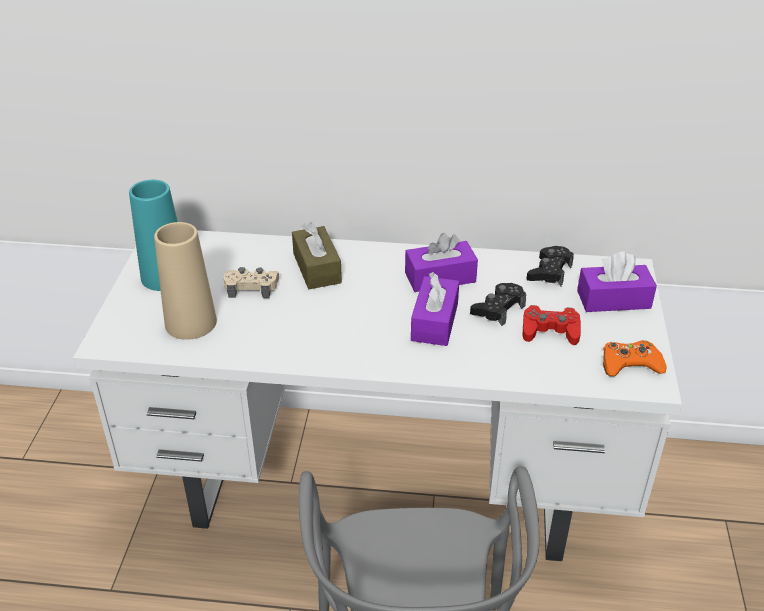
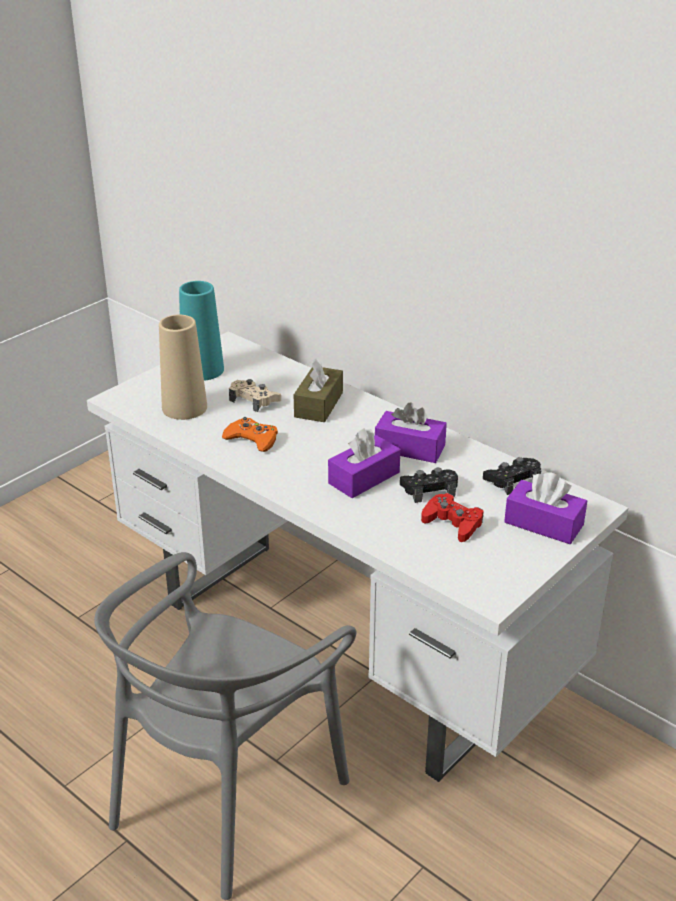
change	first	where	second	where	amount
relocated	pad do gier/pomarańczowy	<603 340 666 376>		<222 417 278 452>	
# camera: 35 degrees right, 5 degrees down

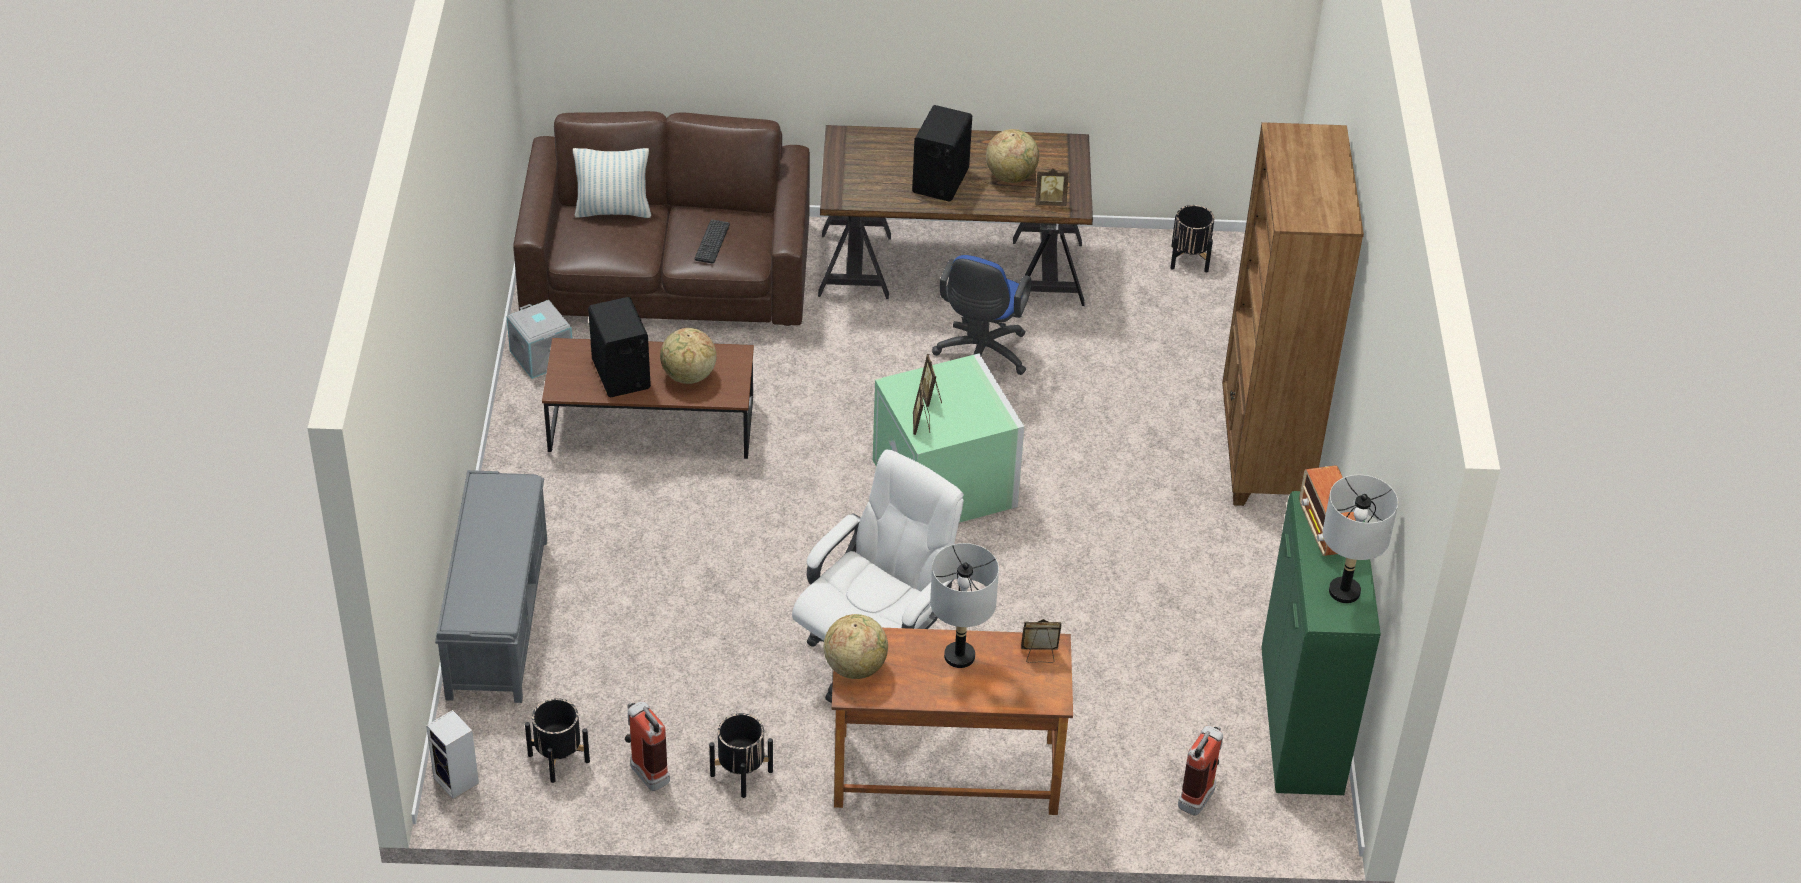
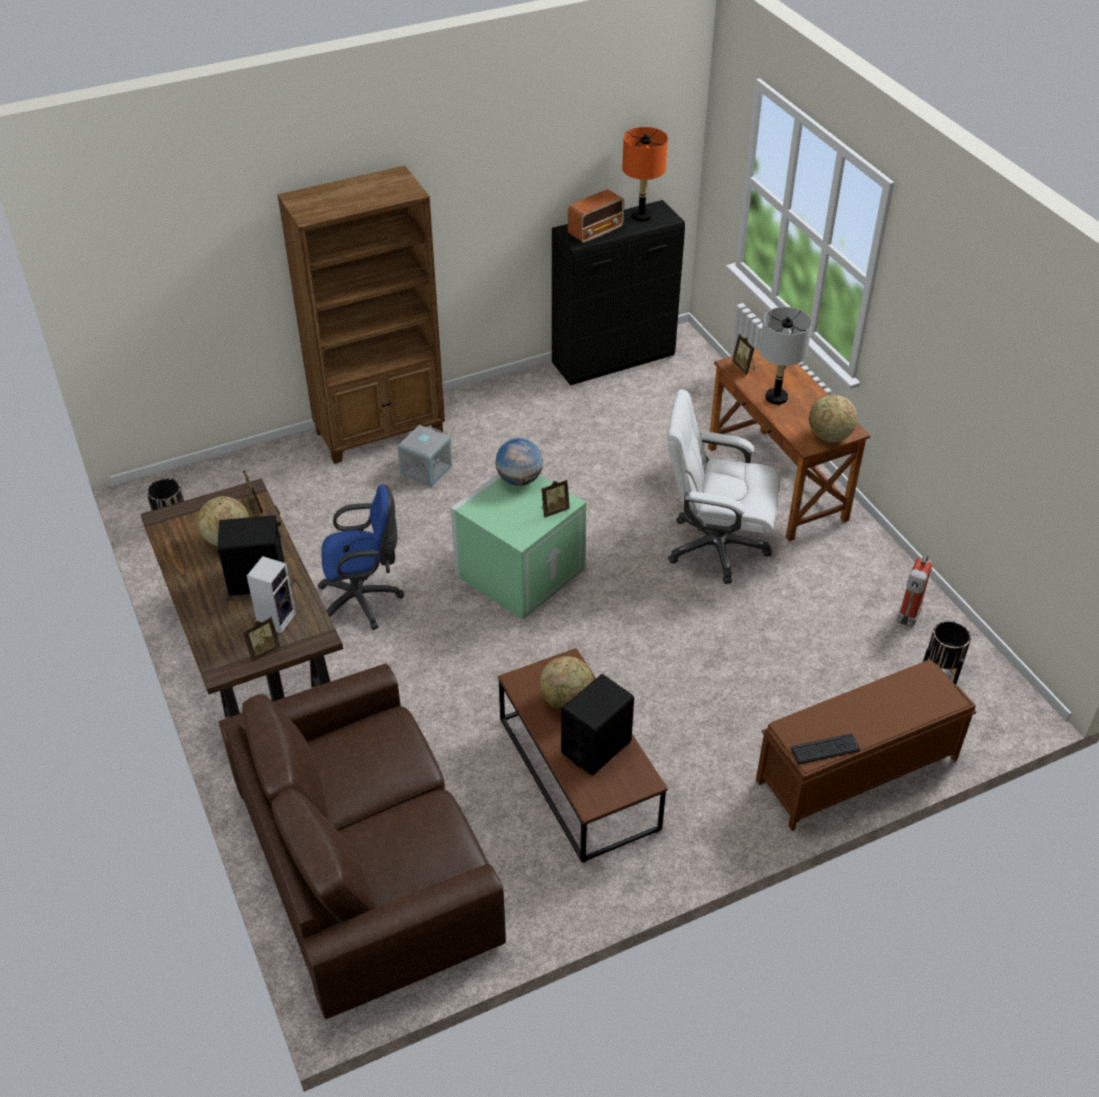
change	first	where	second	where	amount
missing	poduszka	<573 148 651 218>			
relocated	klawiatura	<695 220 730 264>		<791 734 860 764>	
relocated	pojemnik do przechowywania/szary	<506 300 572 379>		<397 425 453 487>	
relocated	ramka na zdjęcie	<920 354 942 407>		<243 617 280 662>	
colour	ławka/szary	<435 470 547 703>	ławka/brązowy	<756 660 977 831>	
colour	lampa stołowa/szary	<1323 475 1398 603>	lampa stołowa/pomarańczowy	<622 127 668 222>	
colour	szafka/zielony	<1261 491 1381 795>	szafka/czarny	<552 200 685 385>	
relocated	głośnik	<426 710 479 799>		<247 556 296 633>	
missing	donica/czarny	<709 713 773 798>			
missing	gaśnica	<1178 726 1223 816>			
appeared			globus	<496 438 543 486>	
# camera: 115 degrees left, 0 degrees up

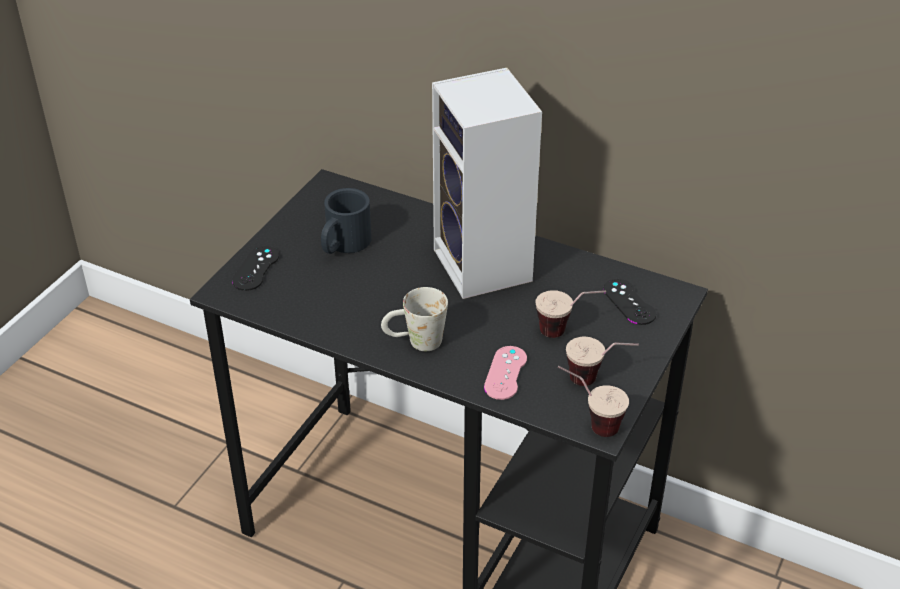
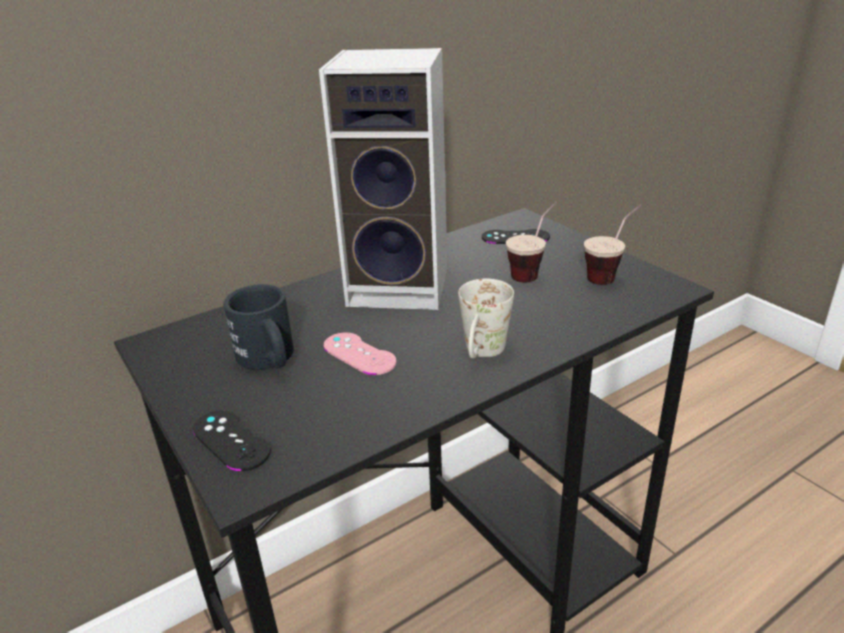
change	first	where	second	where	amount
relocated	pad do gier/różowy	<484 346 527 400>		<324 333 397 375>	
missing	filiżanka	<558 366 629 437>			
# camera: 60 degrees left, 10 degrees down

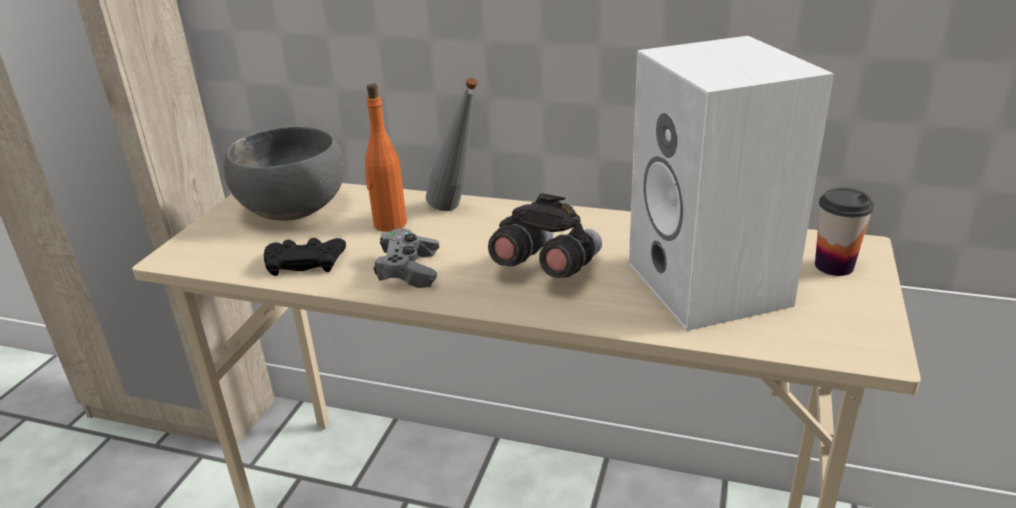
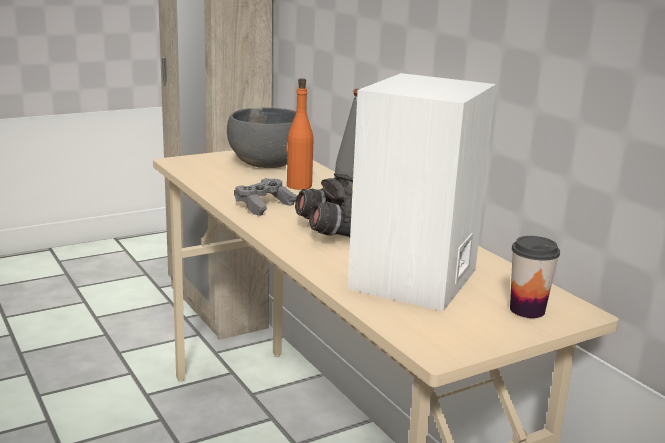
change	first	where	second	where	amount
missing	pad do gier/czarny	<264 238 346 276>			
# camera: 40 degrees right, 10 degrees down

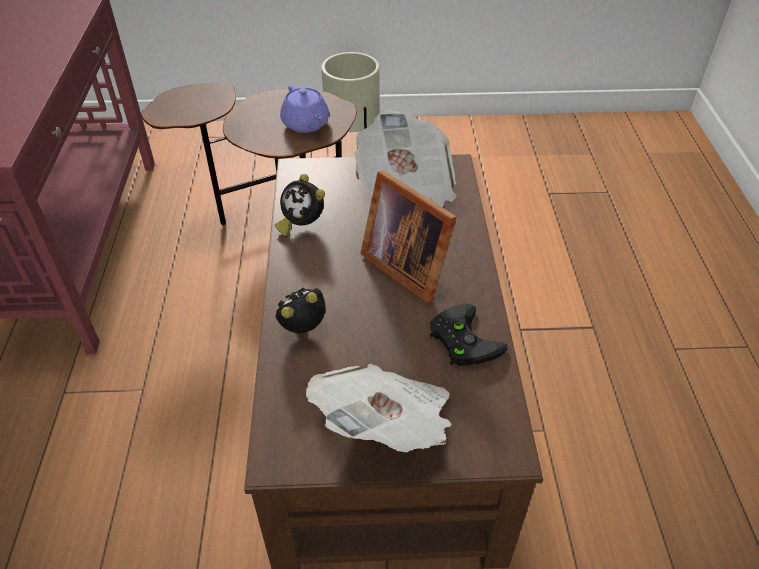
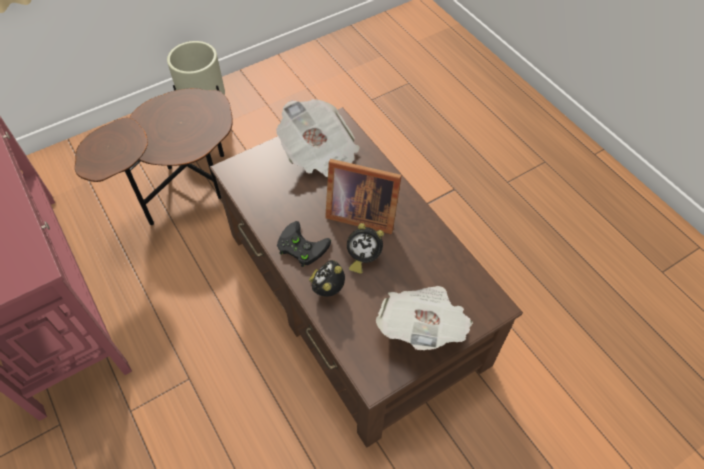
change	first	where	second	where	amount
missing	imbryk/fioletowy	<280 85 329 133>			
relocated	budzik	<274 174 325 236>		<347 223 384 274>	
relocated	pad do gier/czarny	<429 304 508 366>		<277 221 331 267>	
# camera: 30 degrees left, 10 degrees up

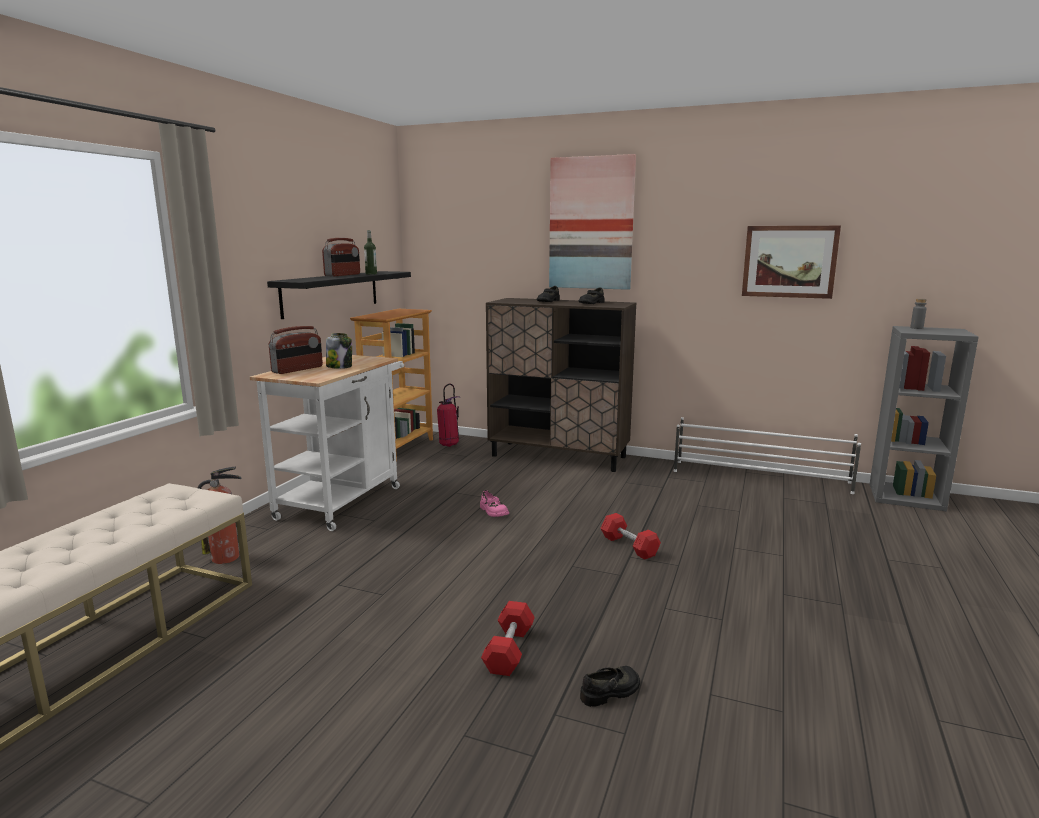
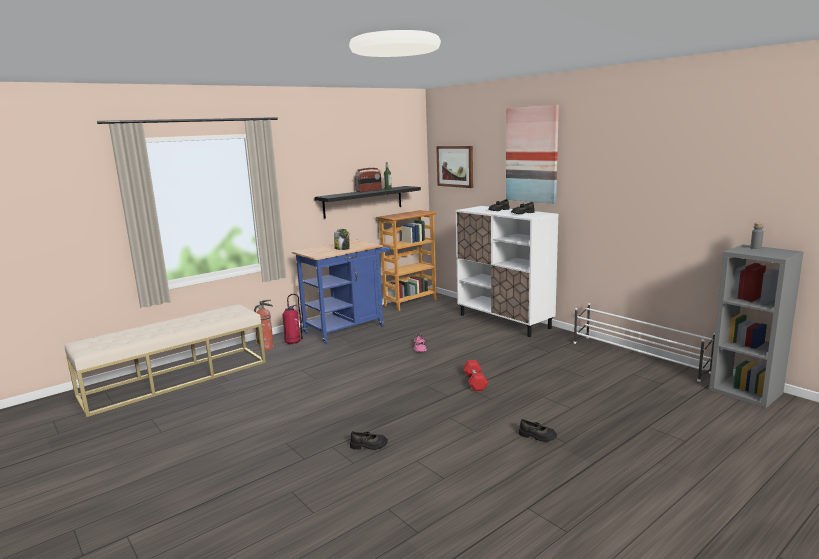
change	first	where	second	where	amount
relocated	obraz	<742 226 841 299>		<436 146 473 188>	
colour	szafka/brązowy	<486 298 636 472>	szafka/biały	<456 206 558 337>	
missing	radio	<269 326 323 374>			
colour	wózek/biały	<250 355 404 531>	wózek/niebieski	<292 240 390 344>	
relocated	gaśnica	<437 383 460 447>		<283 294 303 344>	
missing	hantel/czerwony	<481 601 535 676>			
appeared			but/czarny	<519 419 557 442>	
# camera: 30 degrees right, 0 degrees up

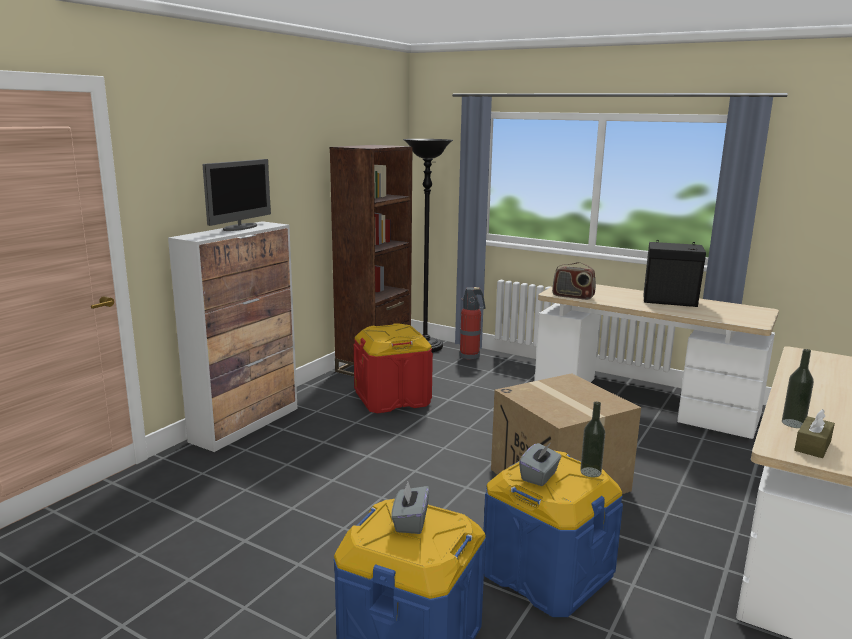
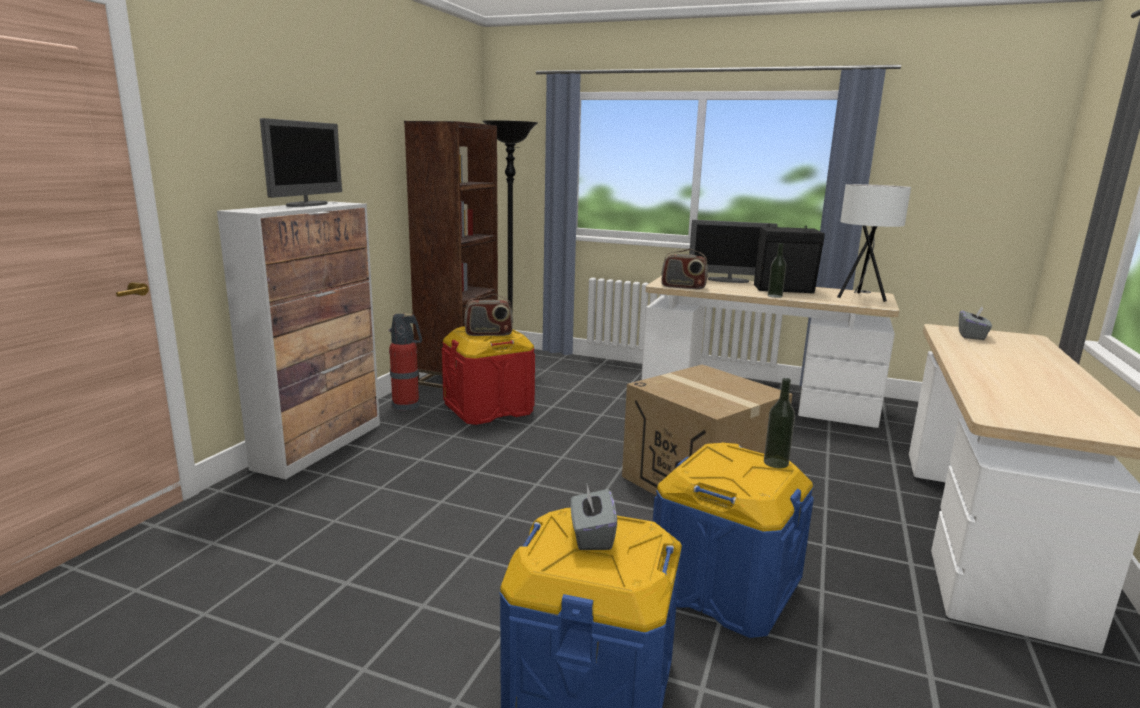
change	first	where	second	where	amount
relocated	gaśnica	<459 287 485 360>		<388 313 422 411>	
relocated	butelka	<782 349 814 428>		<768 243 786 298>	
missing	pudełko chusteczek/brązowy	<794 409 835 458>			
relocated	pudełko chusteczek/szary	<519 443 562 486>		<959 306 992 340>	
appeared			lampa stołowa/biały	<837 184 911 302>	
appeared			monitor	<689 220 778 283>	
appeared			radio	<464 294 513 336>	
# camera: 10 degrees left, 0 degrees up

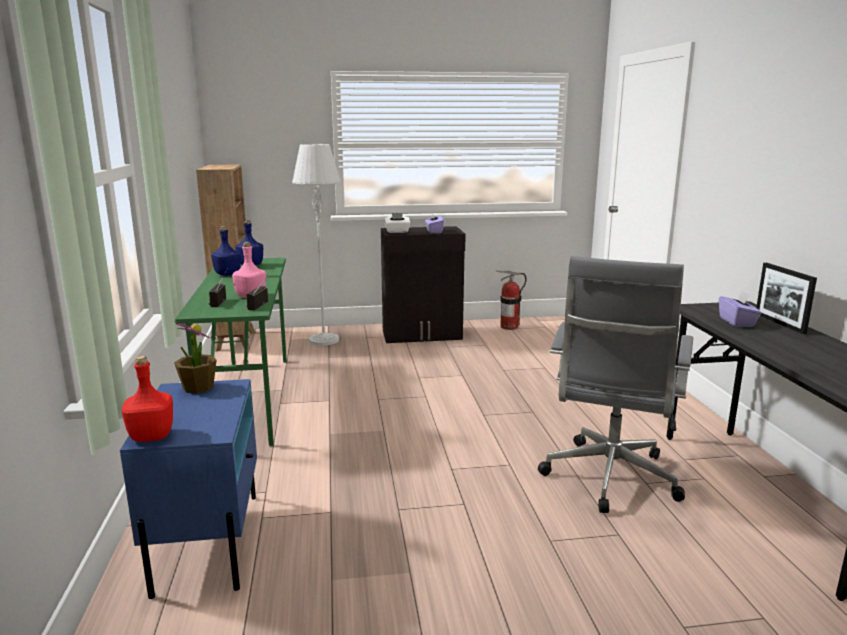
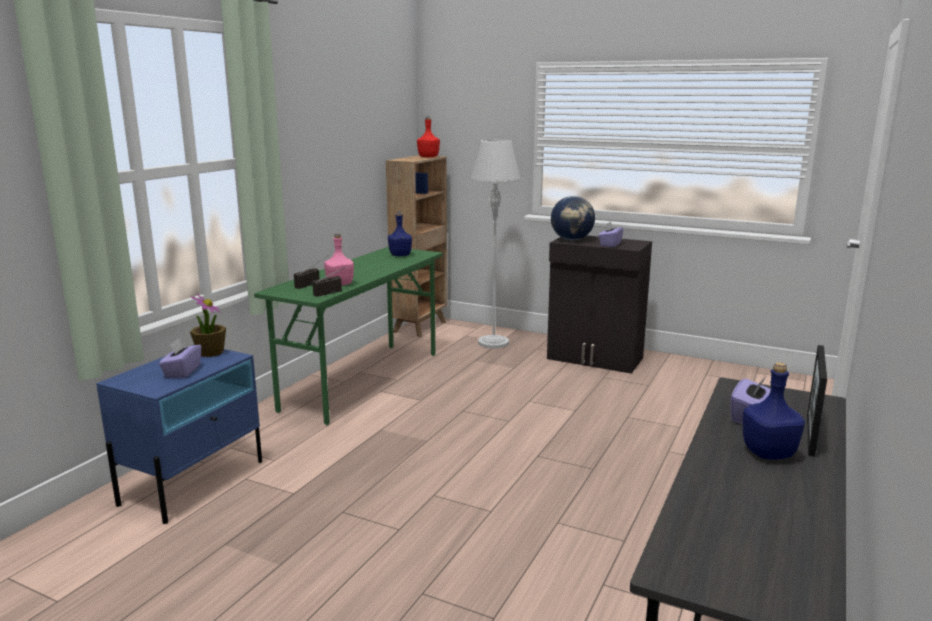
change	first	where	second	where	amount
exchanged	pudełko chusteczek/biały	<384 213 410 233>	globus	<551 196 595 240>	
relocated	butelka/niebieski	<211 226 241 276>		<743 362 805 460>	
missing	krzesło biurowe/szary	<538 256 693 513>			
missing	gaśnica	<496 270 527 330>			
relocated	butelka/czerwony	<122 356 173 442>		<417 117 440 157>	
appeared			pudełko chusteczek/fioletowy	<159 338 201 378>	
# camera: 35 degrees right, 0 degrees up

